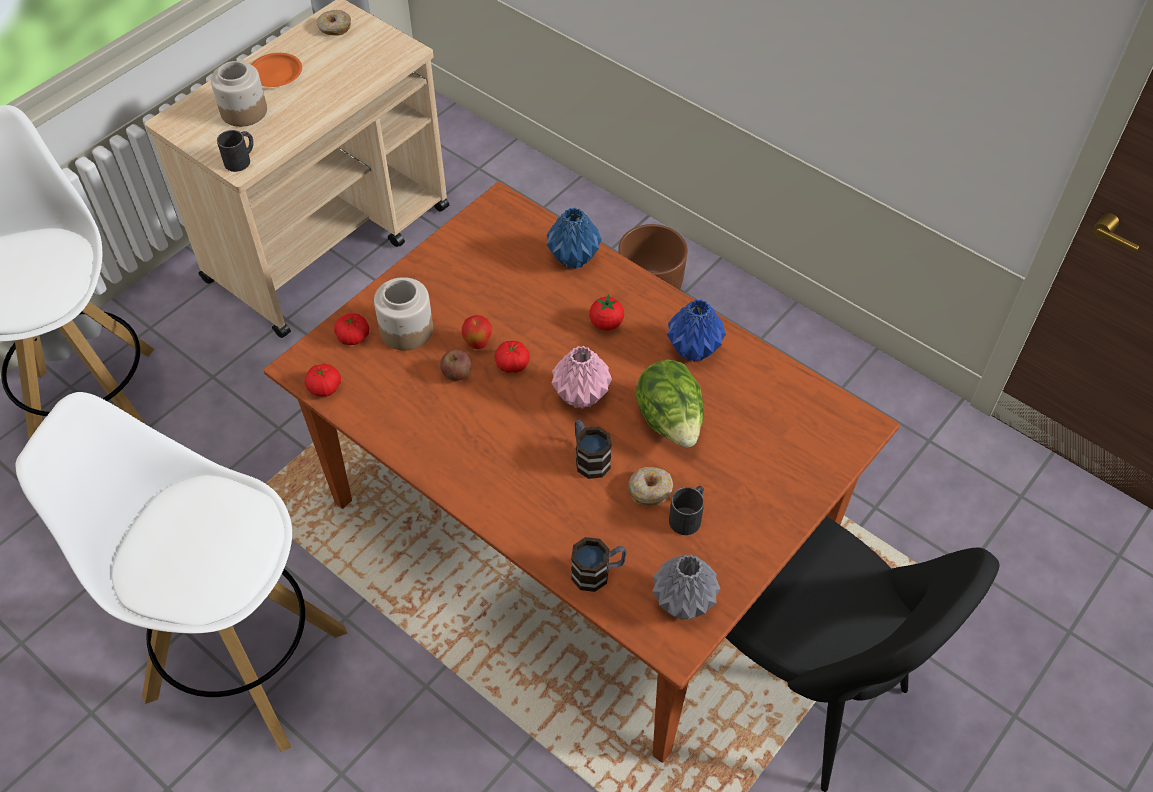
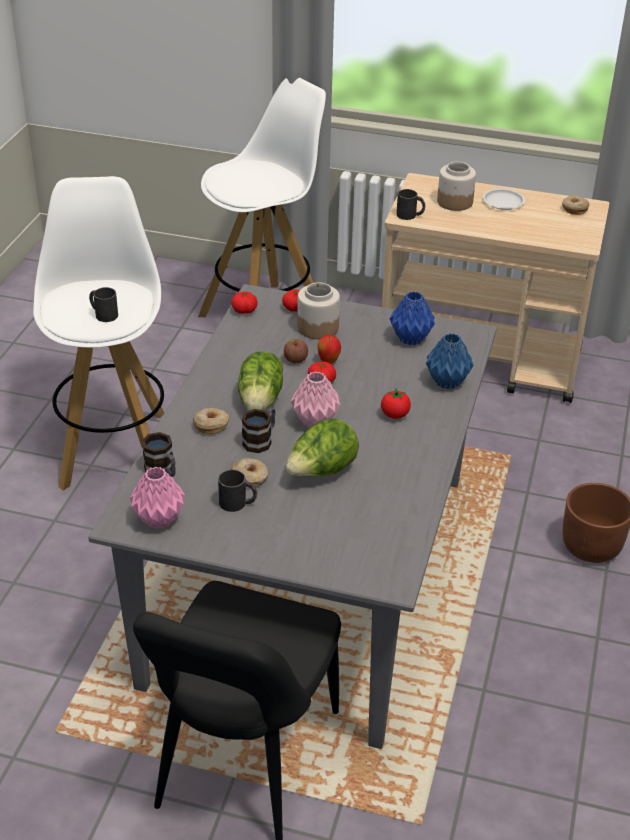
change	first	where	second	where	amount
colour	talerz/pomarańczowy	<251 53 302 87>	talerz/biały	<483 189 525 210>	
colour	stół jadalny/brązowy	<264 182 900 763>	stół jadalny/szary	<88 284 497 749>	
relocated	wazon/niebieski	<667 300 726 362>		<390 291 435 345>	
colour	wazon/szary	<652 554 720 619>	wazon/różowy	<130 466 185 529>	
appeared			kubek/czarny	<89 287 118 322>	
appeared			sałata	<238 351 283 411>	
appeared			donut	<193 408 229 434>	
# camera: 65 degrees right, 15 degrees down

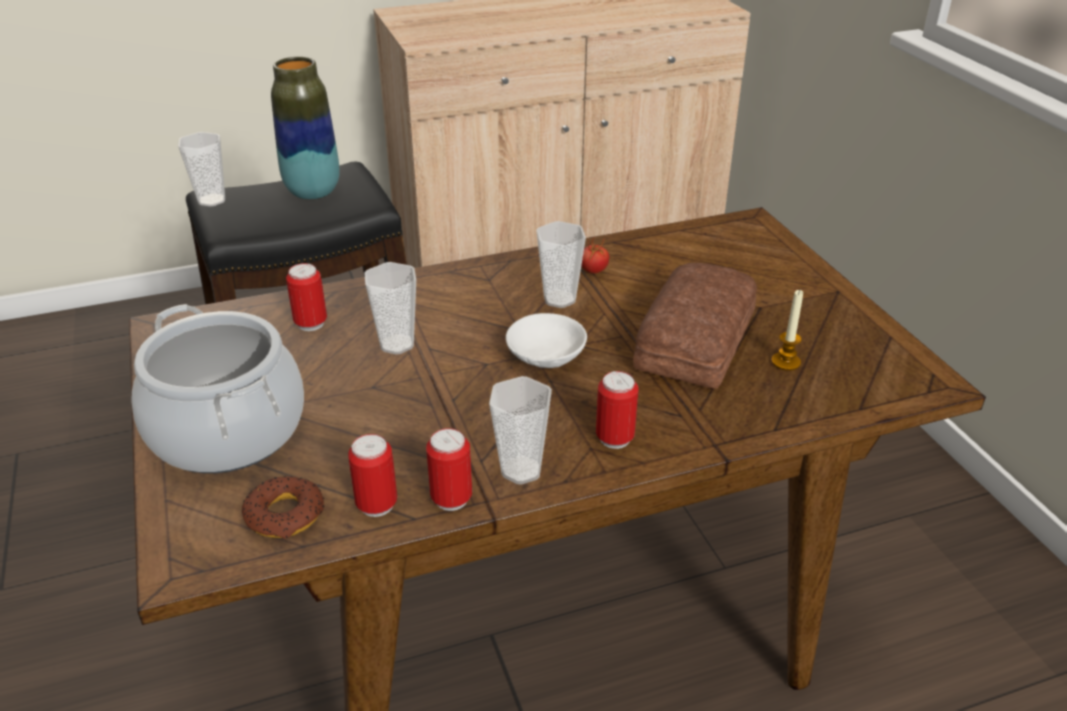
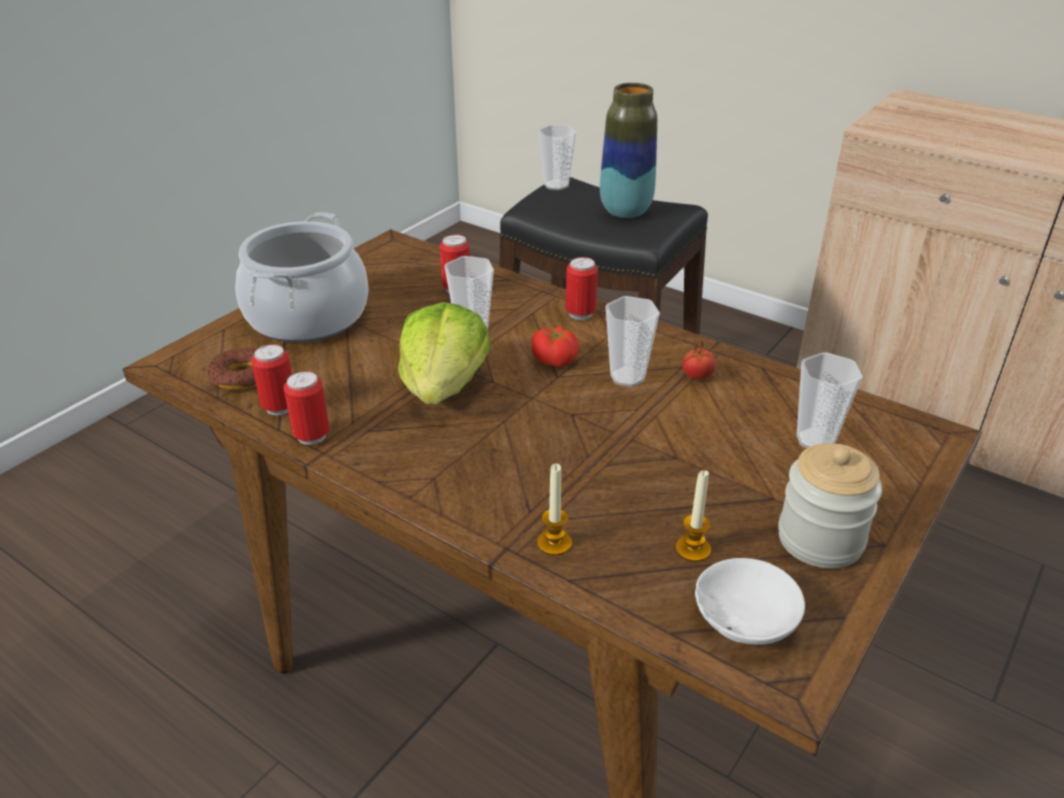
change	first	where	second	where	amount
missing	chleb	<633 263 757 389>			
relocated	miska/biały	<506 313 587 368>		<695 558 805 645>	
relocated	puszka	<596 371 639 449>		<566 257 598 320>	
relocated	filiżanka	<489 376 552 485>		<797 352 863 448>	
appeared			sałata	<398 302 490 404>	
appeared			pomidor	<531 326 579 367>	
appeared			słoik	<778 443 882 569>	
appeared			świeca	<537 464 572 556>	
# camera: 55 degrees right, 0 degrees up

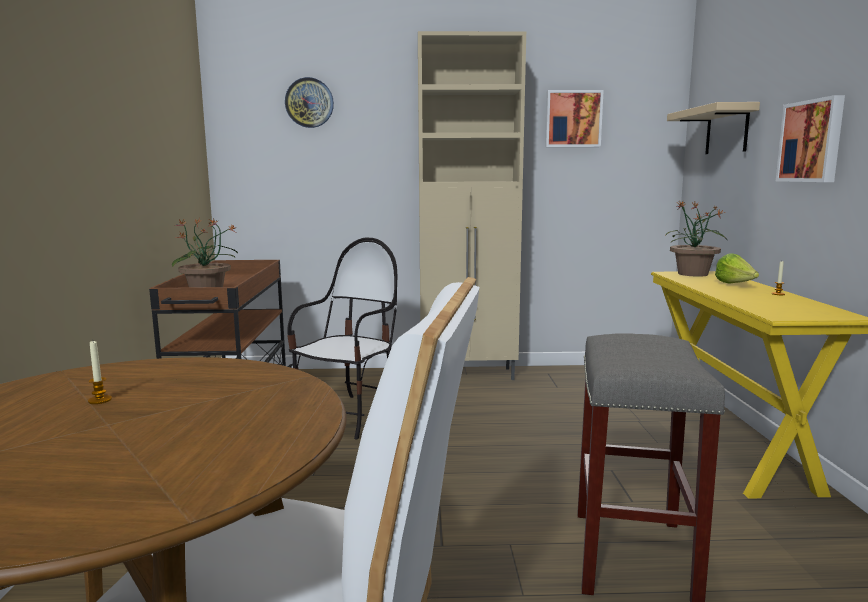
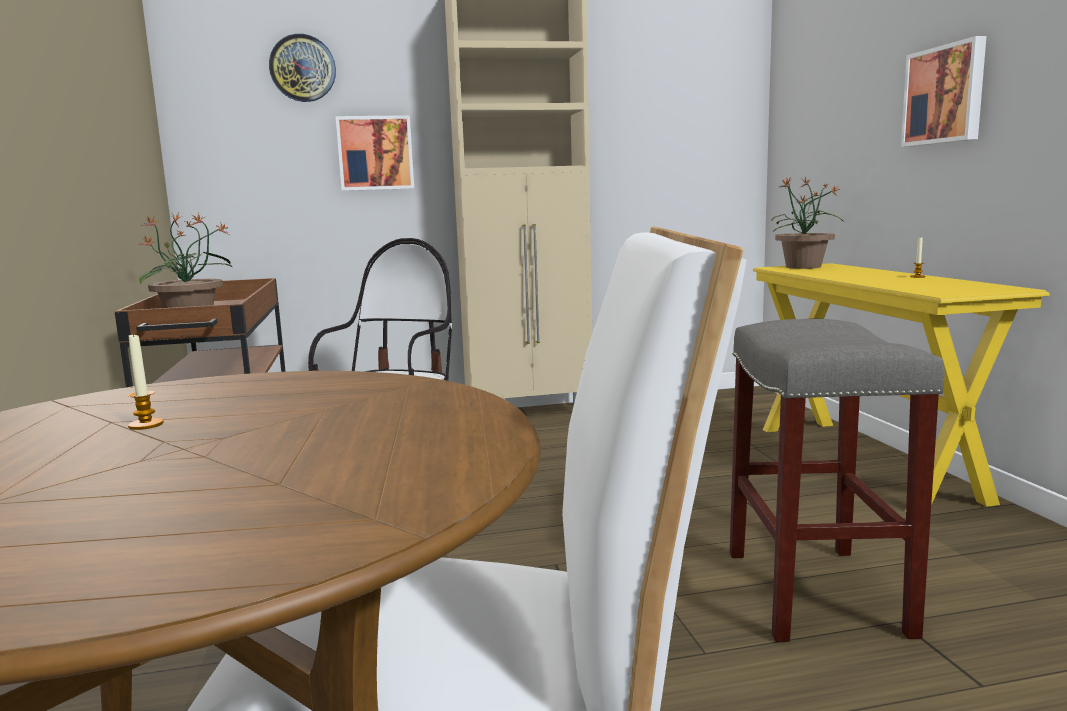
change	first	where	second	where	amount
relocated	obraz	<545 90 604 147>		<336 115 414 191>	
missing	półka/beżowy	<667 102 760 154>			
missing	sałata	<715 253 759 283>			
# camera: 10 degrees left, 0 degrees up

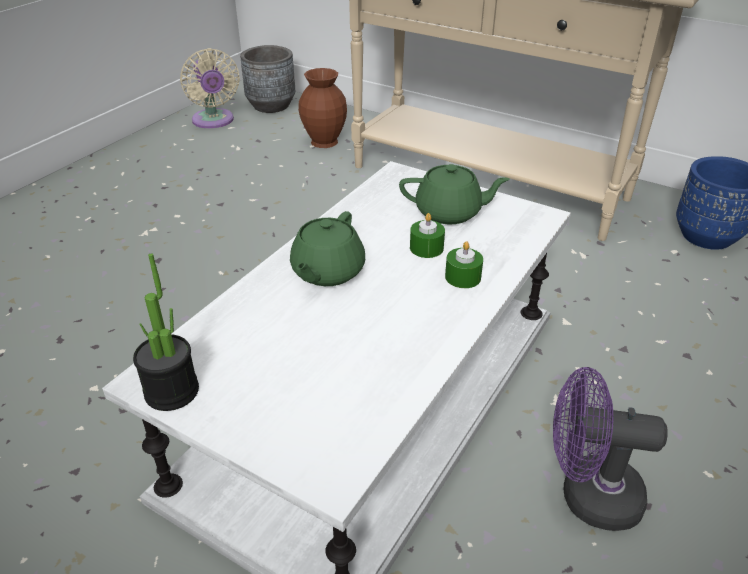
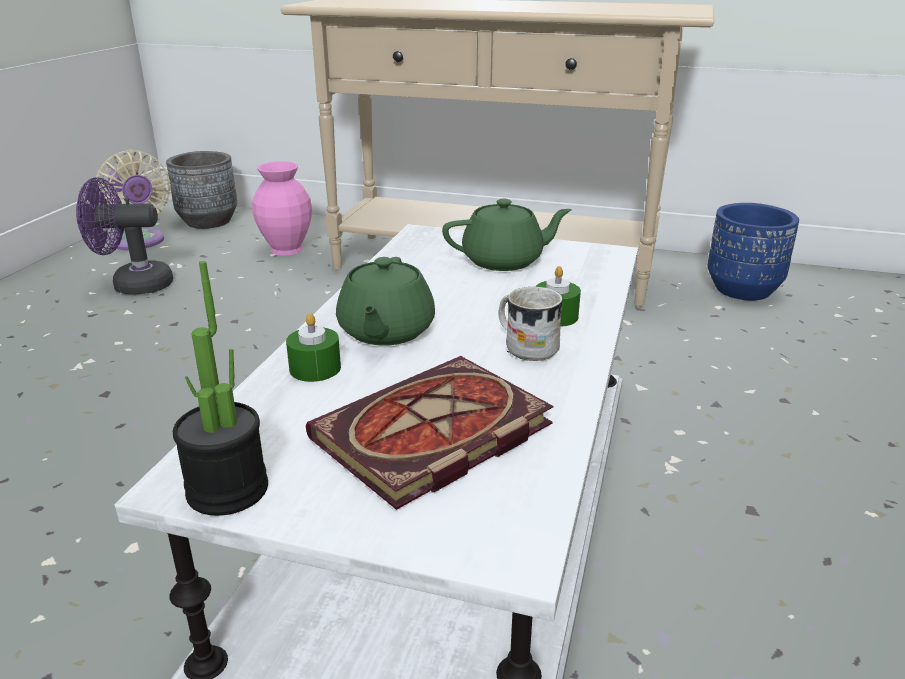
change	first	where	second	where	amount
colour	wazon/brązowy	<298 68 347 148>	wazon/różowy	<252 161 312 255>	
relocated	świeca/zielony	<410 213 445 258>		<286 313 341 382>	
relocated	wentylator/fioletowy	<553 367 668 531>		<76 177 173 294>	
appeared			kubek/biały	<499 287 562 361>	
appeared			książka	<306 356 554 510>	
# camera: 15 degrees left, 10 degrees down

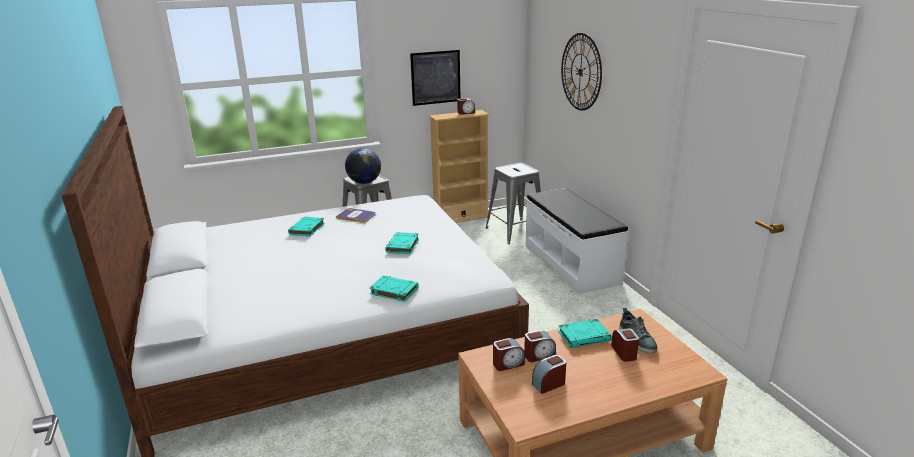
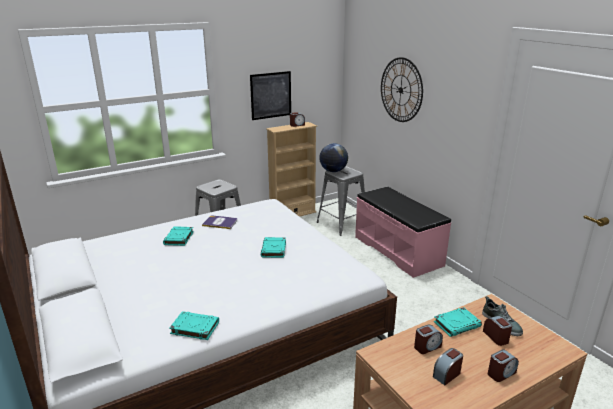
change	first	where	second	where	amount
relocated	globus	<345 148 381 184>		<319 143 348 172>	
colour	ławka/biały	<525 188 628 294>	ławka/różowy	<355 187 451 278>	
relocated	książka/turkusowy	<369 276 419 302>		<169 311 219 340>	
relocated	budzik	<493 338 525 371>		<488 349 519 382>	
# camera: 10 degrees left, 0 degrees up

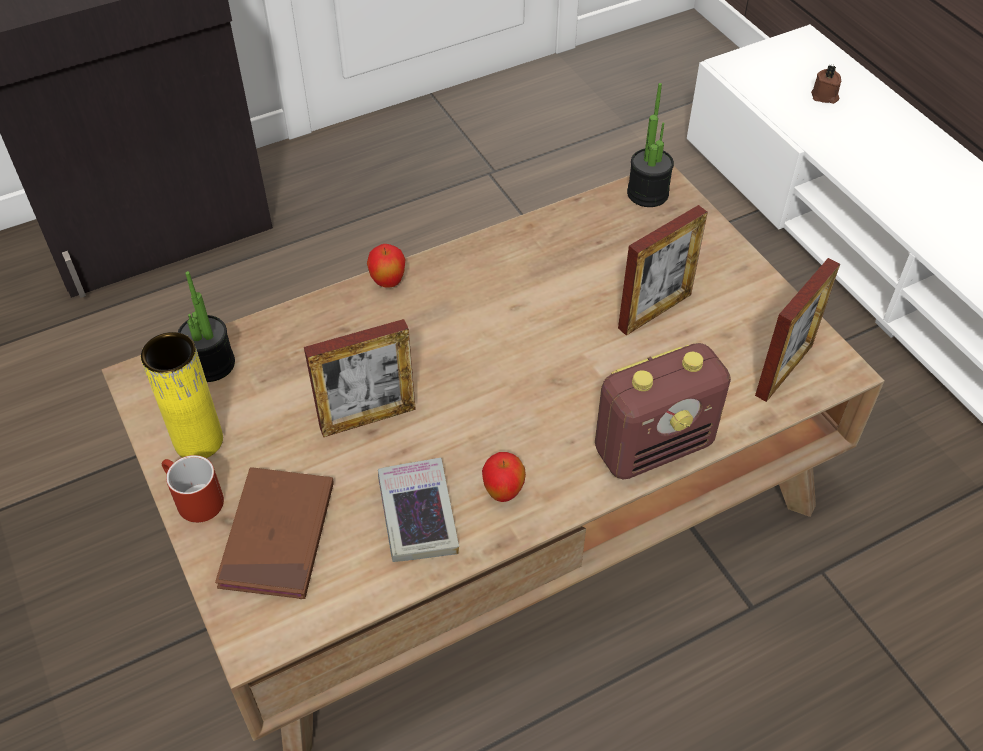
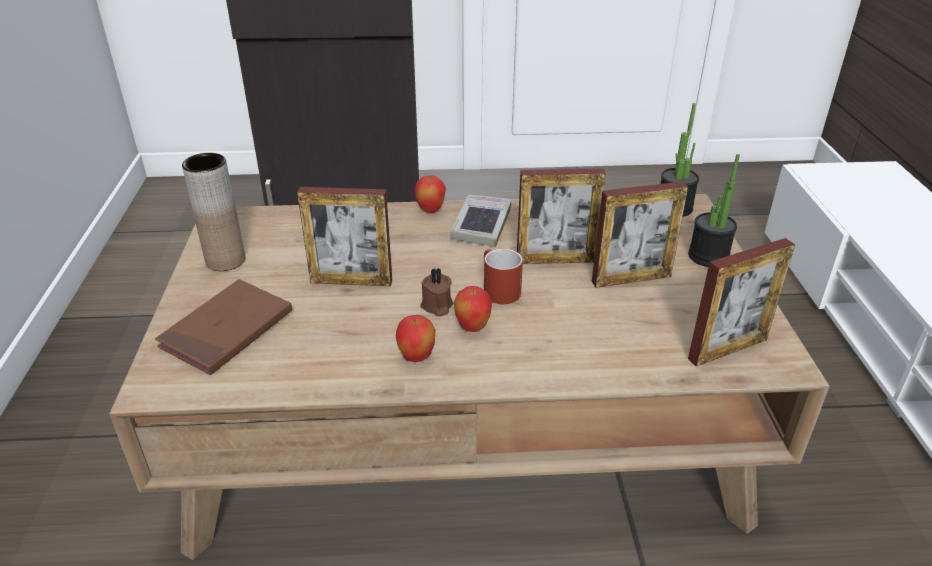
change	first	where	second	where	amount
relocated	świeca/brązowy	<811 65 842 104>		<421 268 453 316>	
relocated	roślina doniczkowa	<178 271 235 382>		<688 154 740 267>	
colour	wazon/żółty	<141 332 223 458>	wazon/brązowy	<182 153 245 271>	
missing	radio	<595 343 731 479>			
relocated	kubek/czerwony	<162 455 224 523>		<484 249 523 304>	
relocated	książka	<378 458 459 562>		<450 195 512 247>	
appeared			ramka na zdjęcie	<517 168 606 264>	
appeared			jabłko	<454 286 492 332>	
# camera: 25 degrees right, 15 degrees down

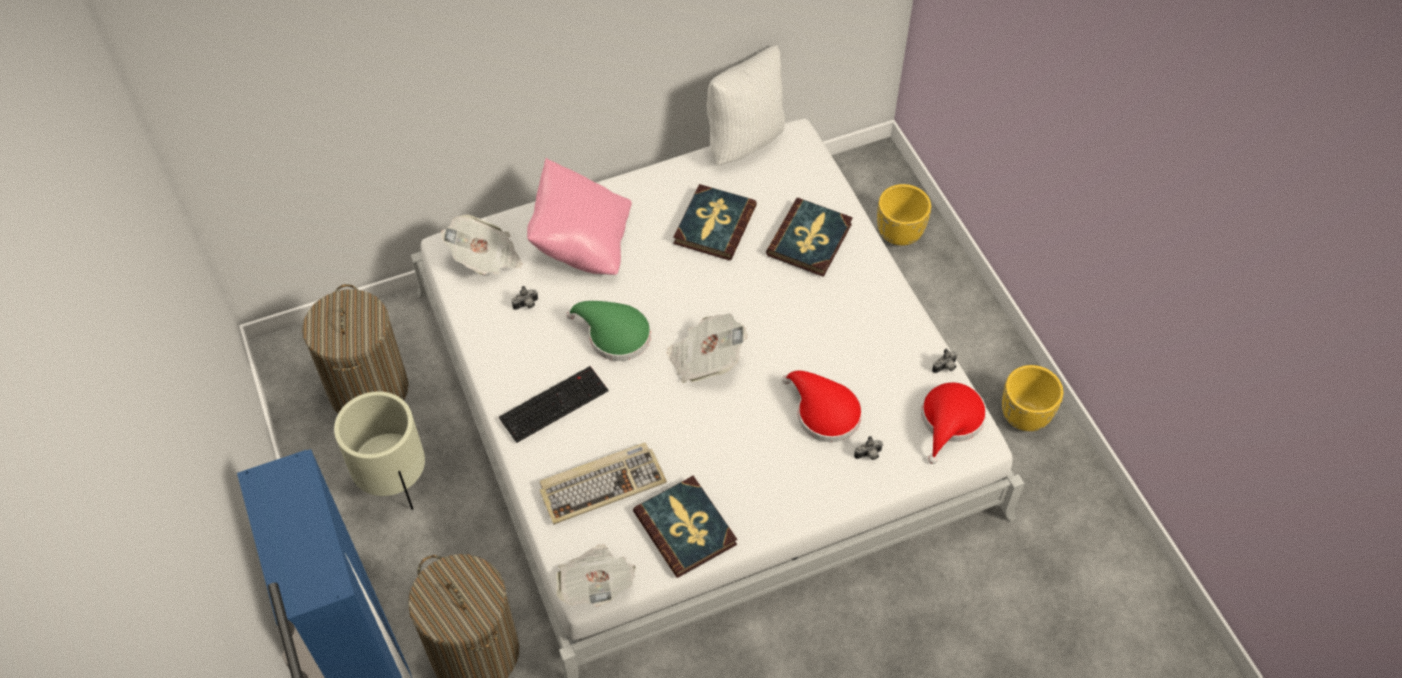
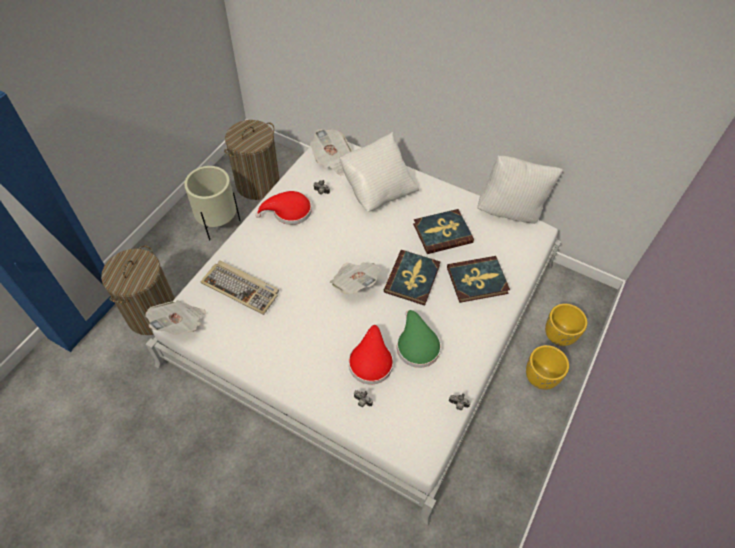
change	first	where	second	where	amount
colour	poduszka/różowy	<527 158 632 275>	poduszka/biały	<340 132 419 212>	
relocated	kapelusz/zielony	<566 301 651 361>		<397 310 441 368>	
relocated	donica/żółty	<1002 365 1064 431>		<526 345 569 390>	
missing	klawiatura	<499 366 609 443>			
relocated	kapelusz/czerwony	<921 382 987 464>		<255 191 312 225>	
relocated	książka	<633 476 737 578>		<384 250 440 306>	
# camera: 50 degrees right, 0 degrees up

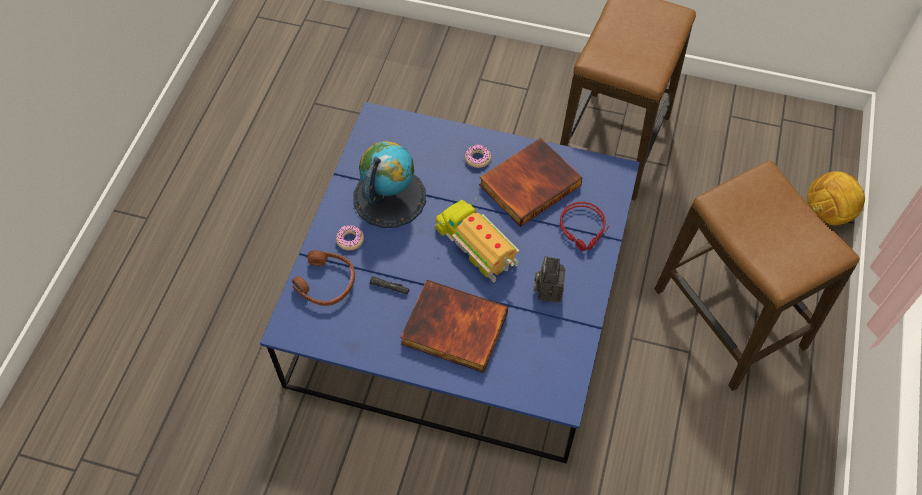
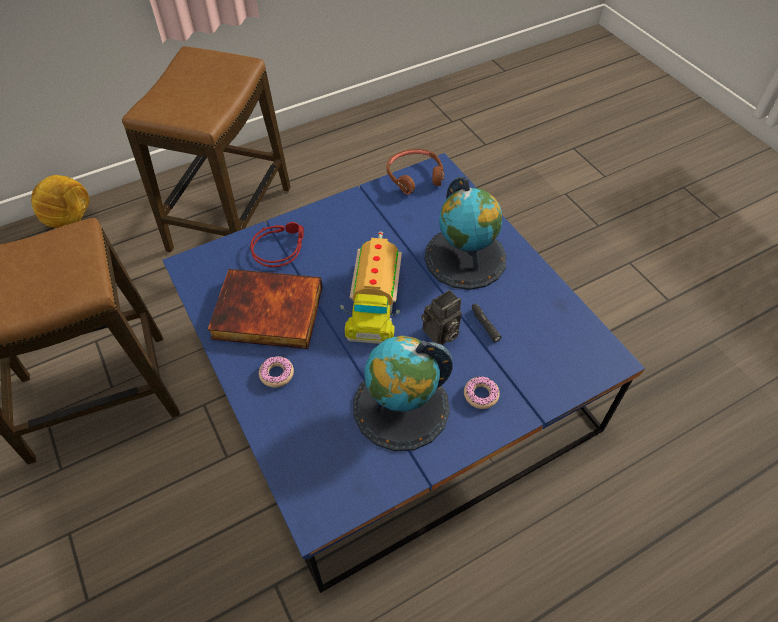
change	first	where	second	where	amount
relocated	słuchawki/brązowy	<292 250 355 306>		<387 149 444 195>	
relocated	aparat fotograficzny	<534 256 566 303>		<421 290 462 345>	
exchanged	książka	<400 280 508 373>	globus	<424 177 507 290>	
# camera: 135 degrees left, 5 degrees down

